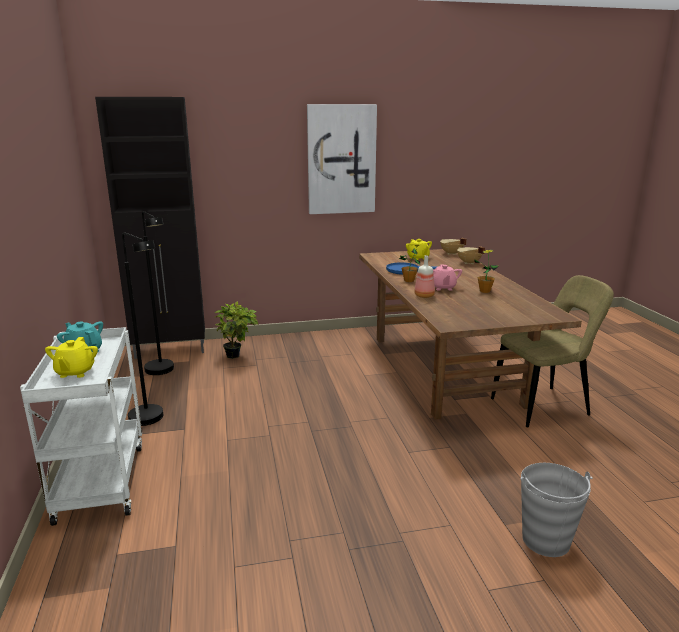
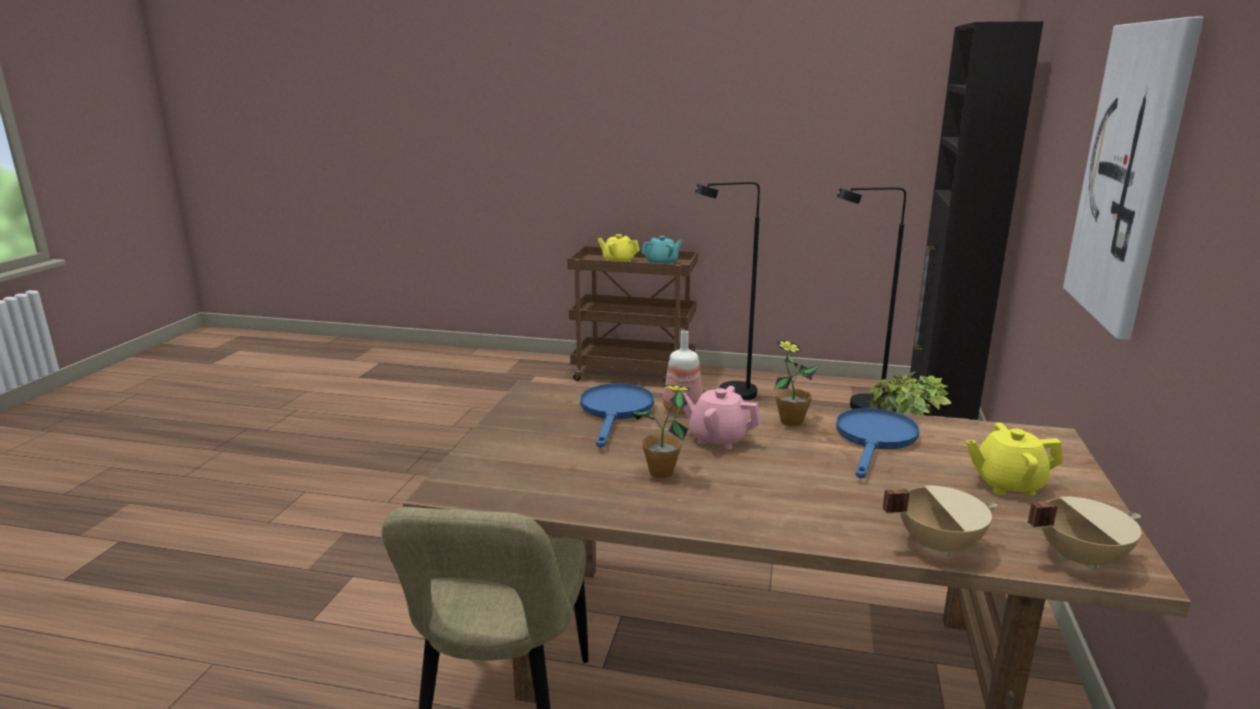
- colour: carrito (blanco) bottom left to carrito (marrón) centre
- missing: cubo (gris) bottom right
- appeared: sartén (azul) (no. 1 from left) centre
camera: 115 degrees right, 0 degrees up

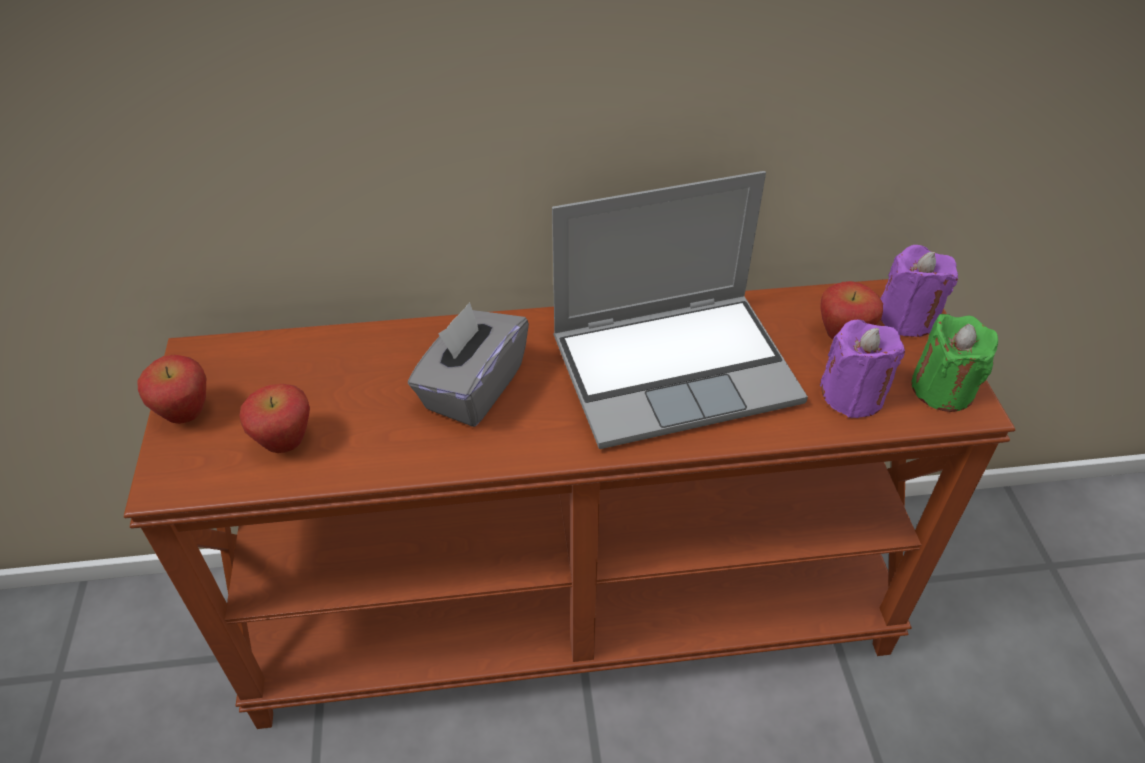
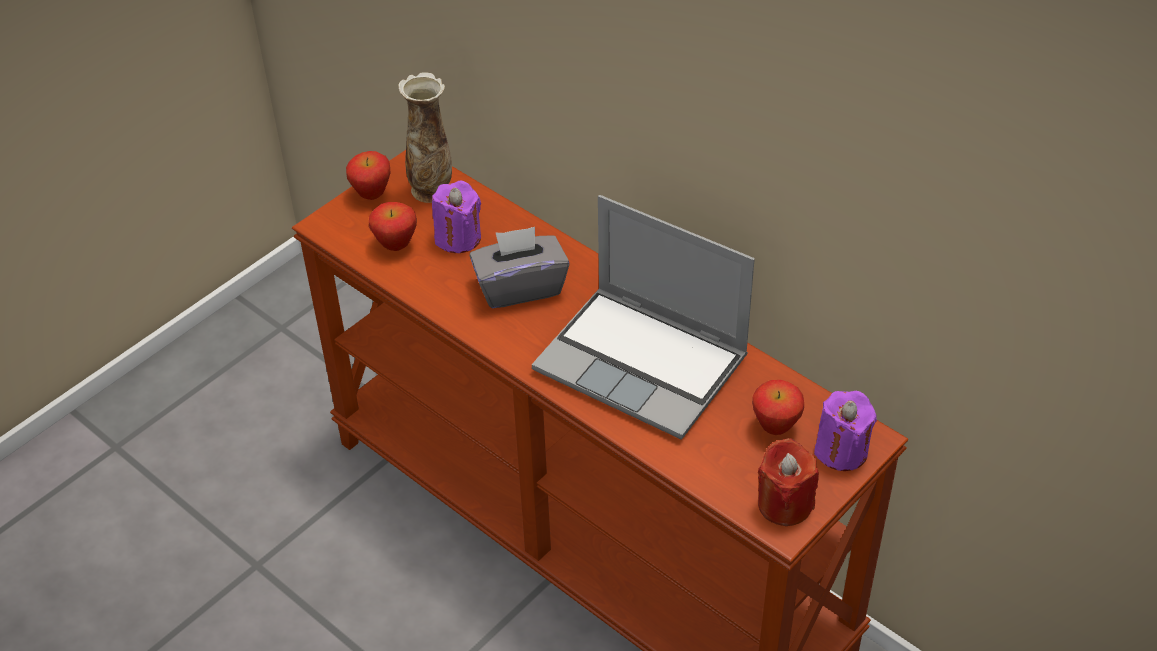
- relocated: vela (morado) (no. 1 from left) middle right to centre
- colour: vela (verde) middle right to vela (rojo) bottom right
- appeared: florero top centre
camera: 50 degrees right, 0 degrees up

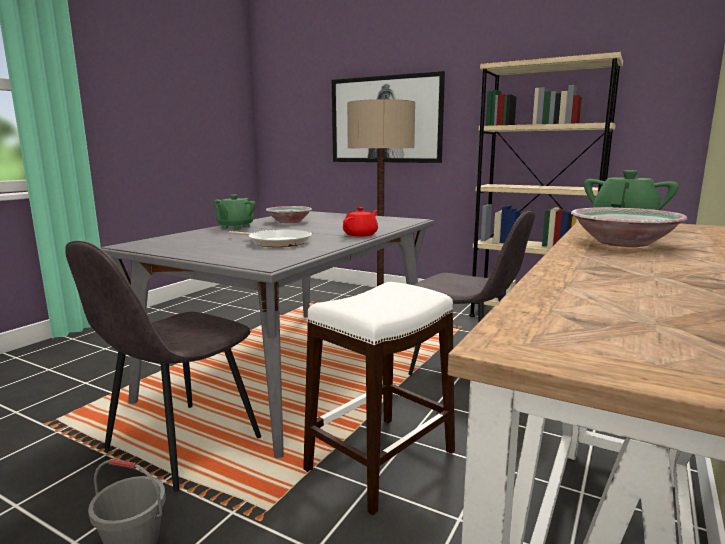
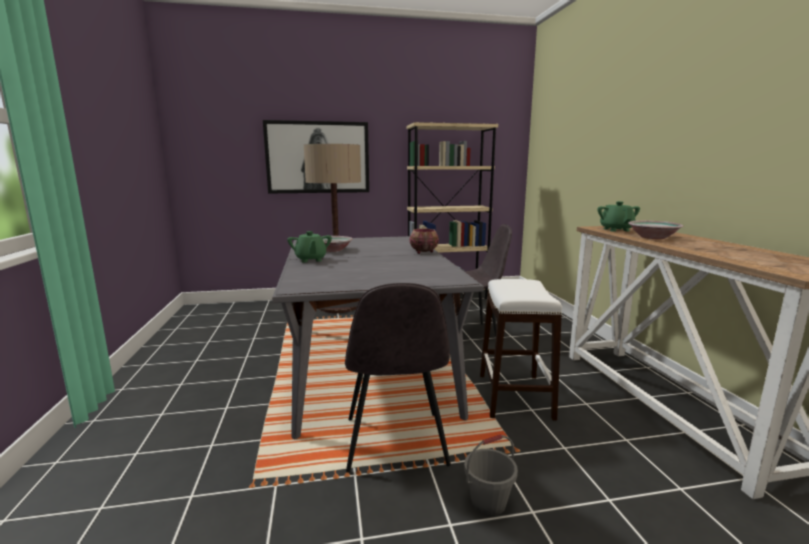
- missing: sartén centre
- exchanged: tetera (rojo) centre to cuenco (no. 2 from left) centre
camera: 40 degrees left, 0 degrees up

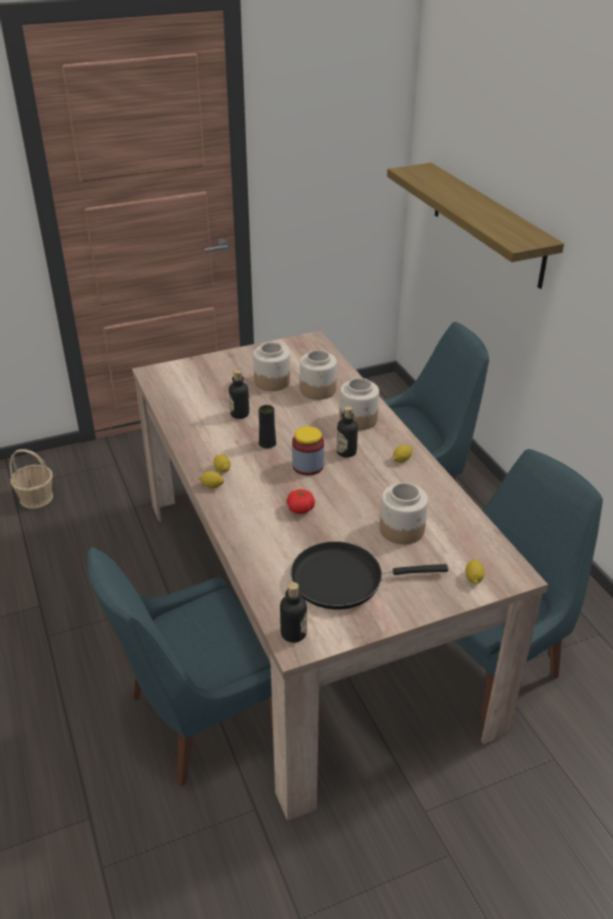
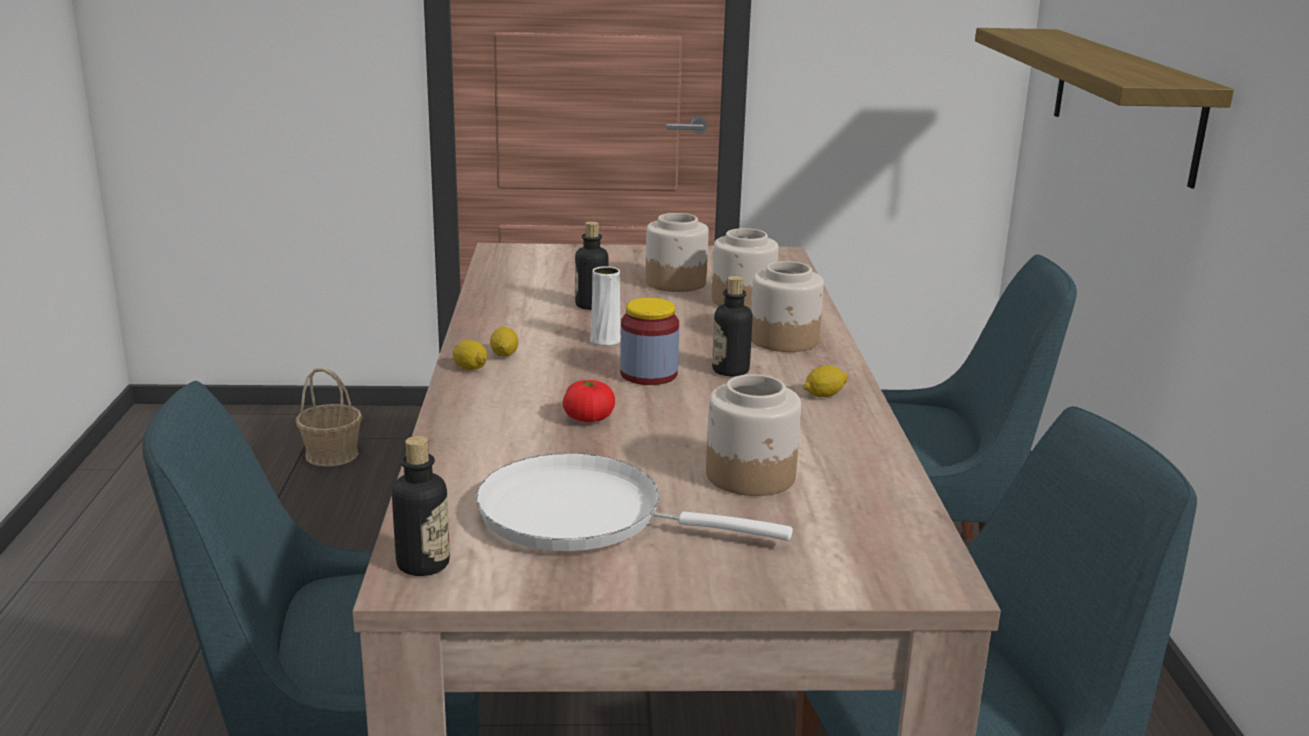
- colour: florero (negro) centre to florero (blanco) centre
- colour: sartén (negro) centre to sartén (blanco) bottom centre
- missing: limón (no. 4 from left) middle right
camera: 20 degrees right, 15 degrees down

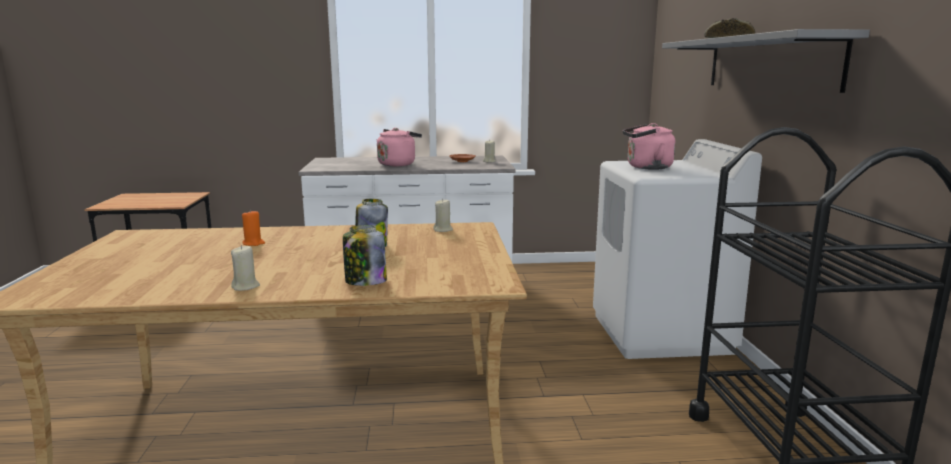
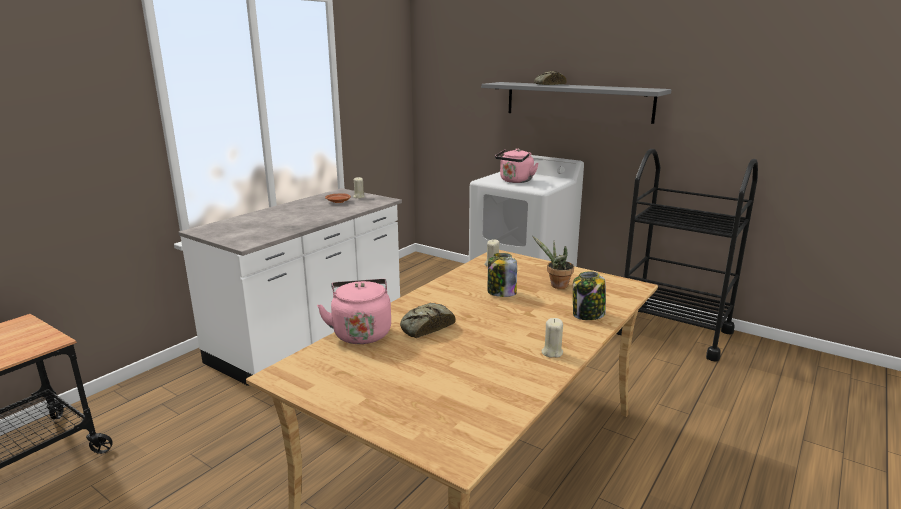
- exchanged: vela (naranja) middle left to pan (no. 1 from left) centre
- relocated: hervidor (rosa) (no. 1 from left) top centre to centre
- appeared: planta en maceta centre
camera: 50 degrees left, 5 degrees up

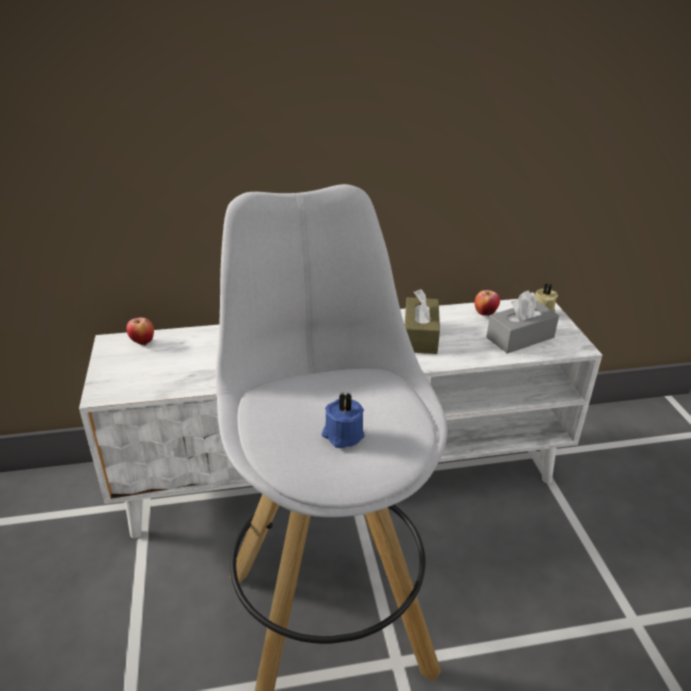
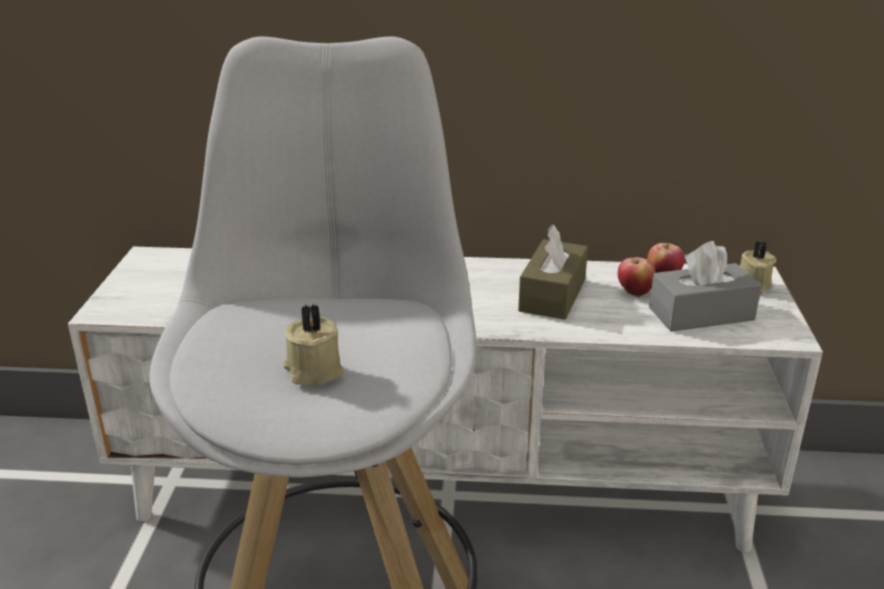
- relocated: manzana (no. 1 from left) middle left to middle right
- colour: vela (azul) centre to vela (beis) (no. 1 from left) centre
camera: 15 degrees right, 5 degrees down

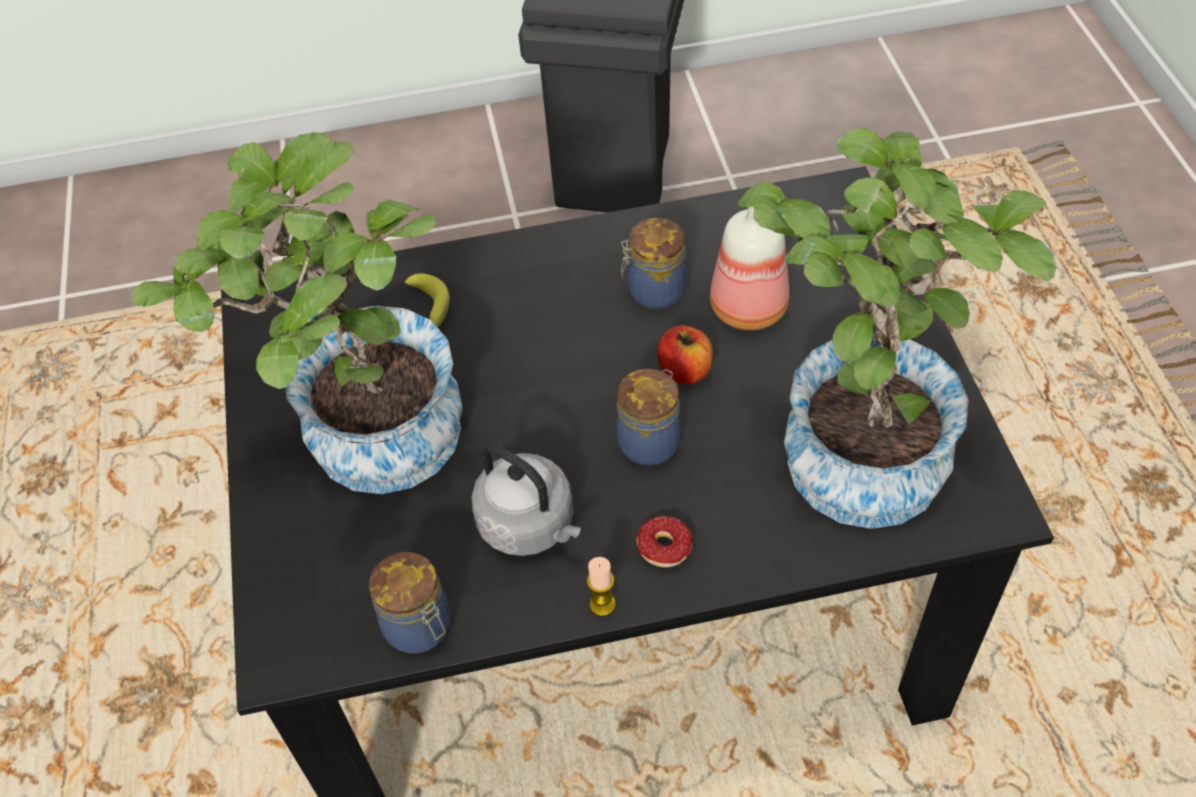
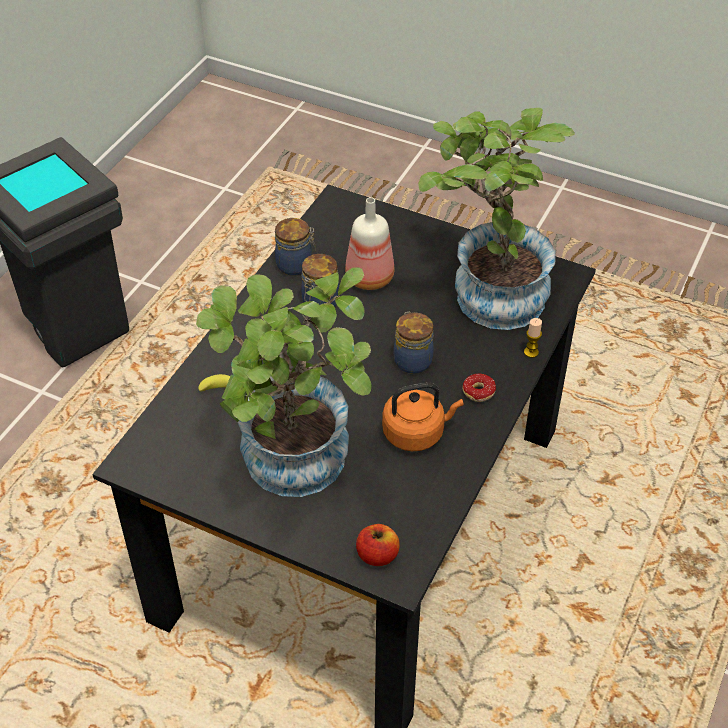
- relocated: tarro (no. 1 from left) bottom centre to centre
- colour: hervidor (gris) centre to hervidor (naranja) centre
- relocated: vela bottom centre to middle right
- relocated: manzana centre to bottom centre
camera: 55 degrees left, 5 degrees down

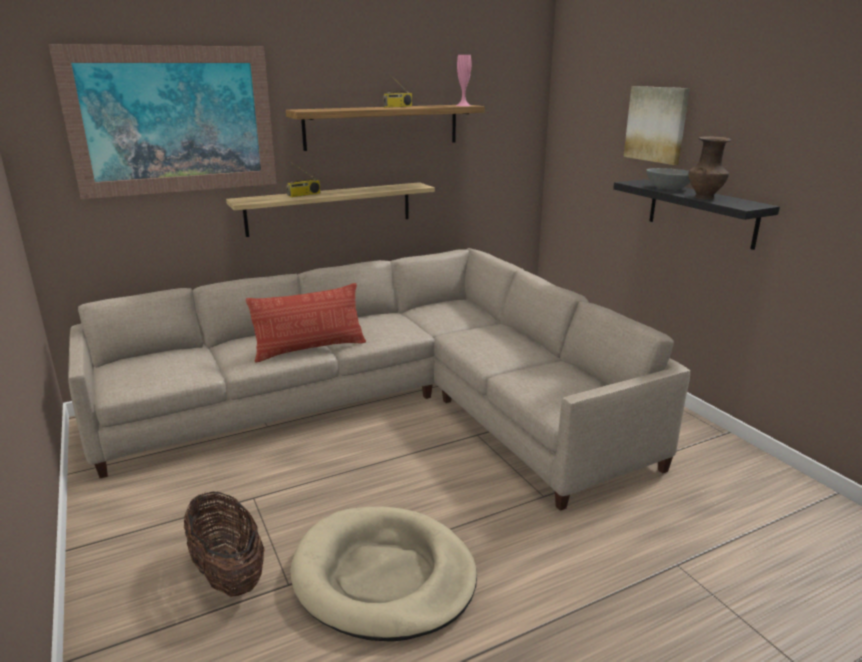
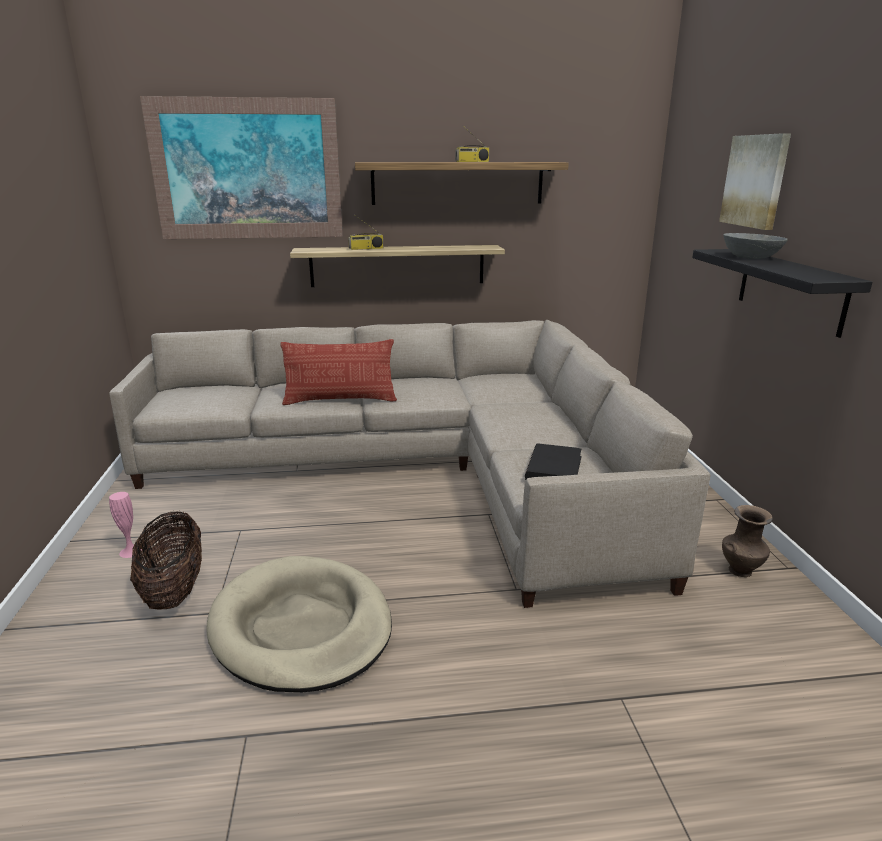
- relocated: florero (rosa) top centre to middle left
- relocated: florero (marrón) top right to middle right
- appeared: libro (negro) centre
camera: 20 degrees right, 0 degrees up

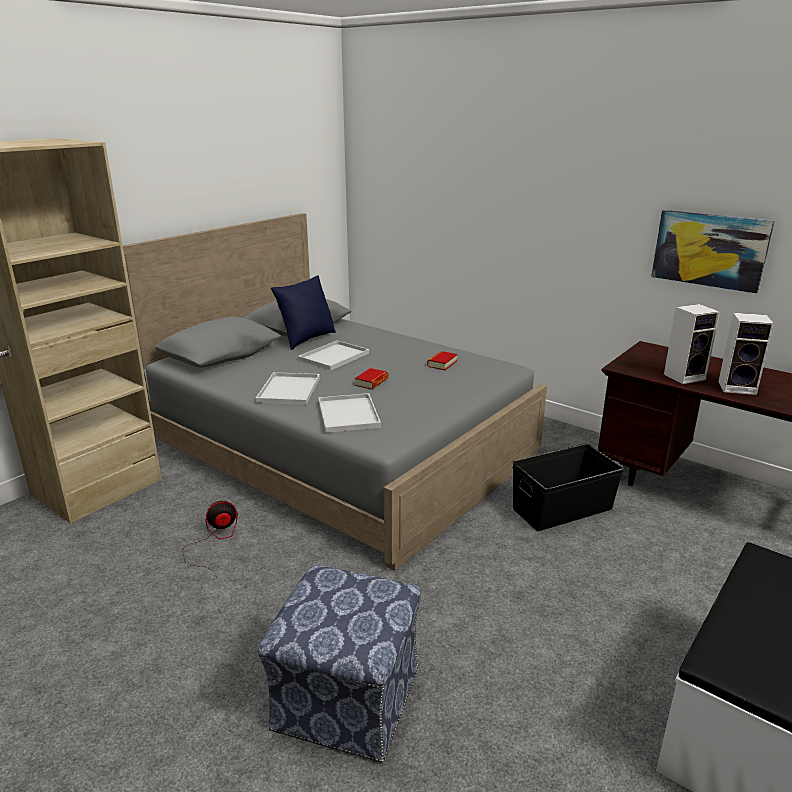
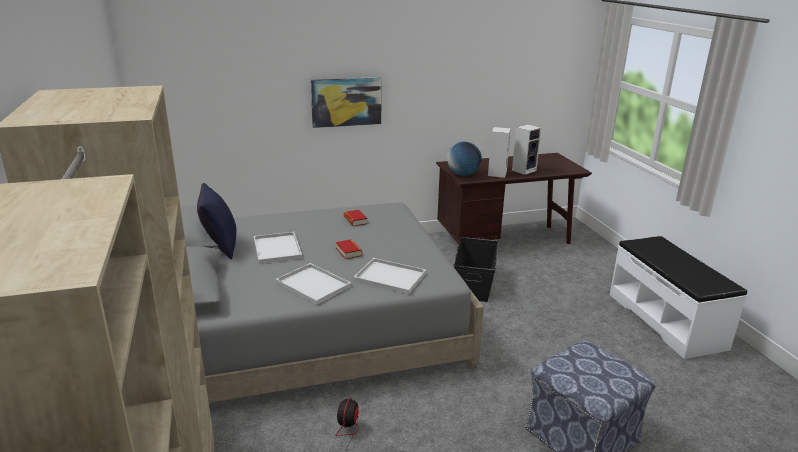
- relocated: cuadro top right to top centre
- appeared: globo terráqueo centre
camera: 55 degrees left, 0 degrees up

